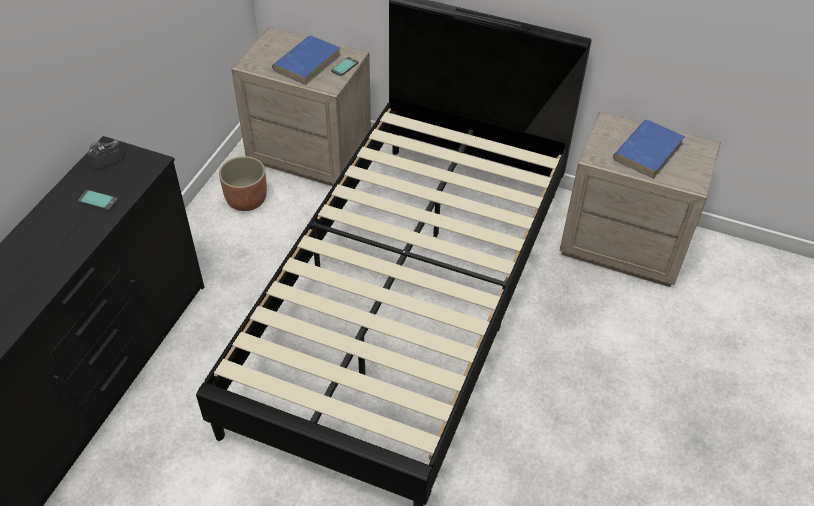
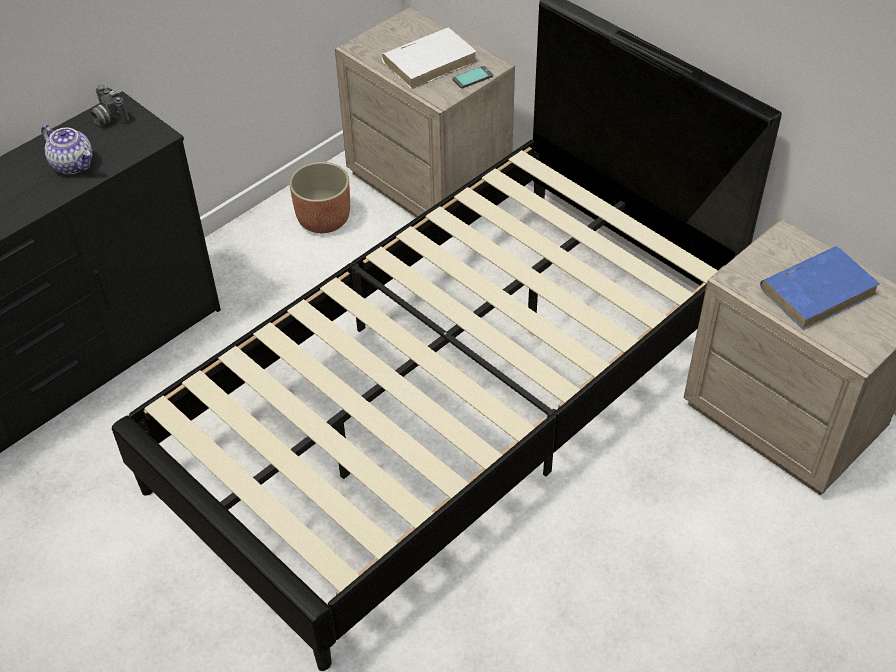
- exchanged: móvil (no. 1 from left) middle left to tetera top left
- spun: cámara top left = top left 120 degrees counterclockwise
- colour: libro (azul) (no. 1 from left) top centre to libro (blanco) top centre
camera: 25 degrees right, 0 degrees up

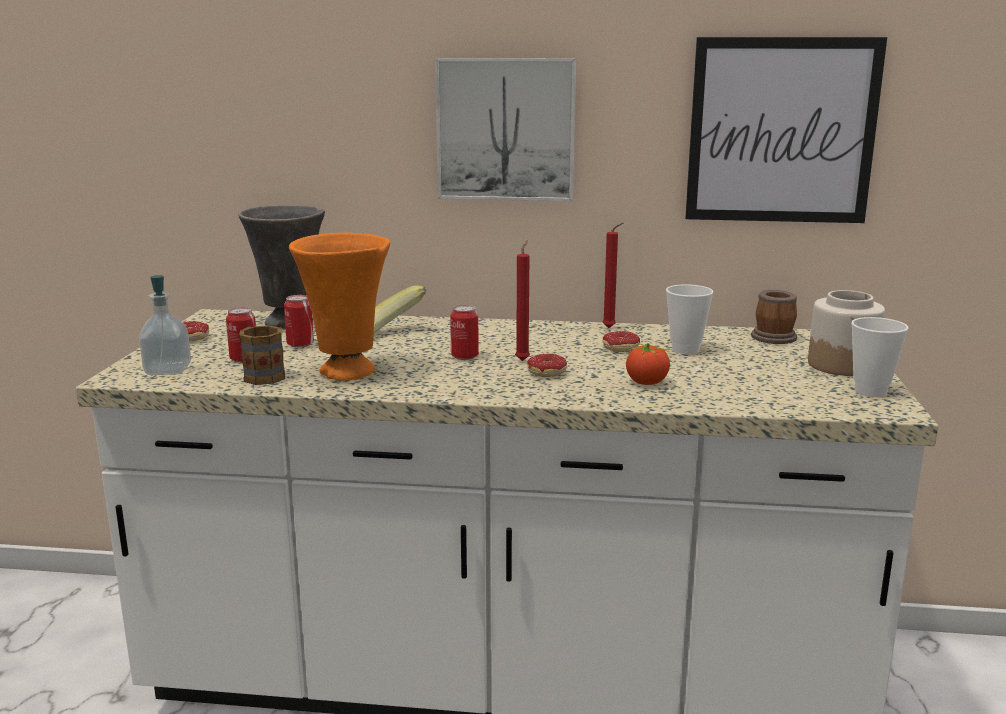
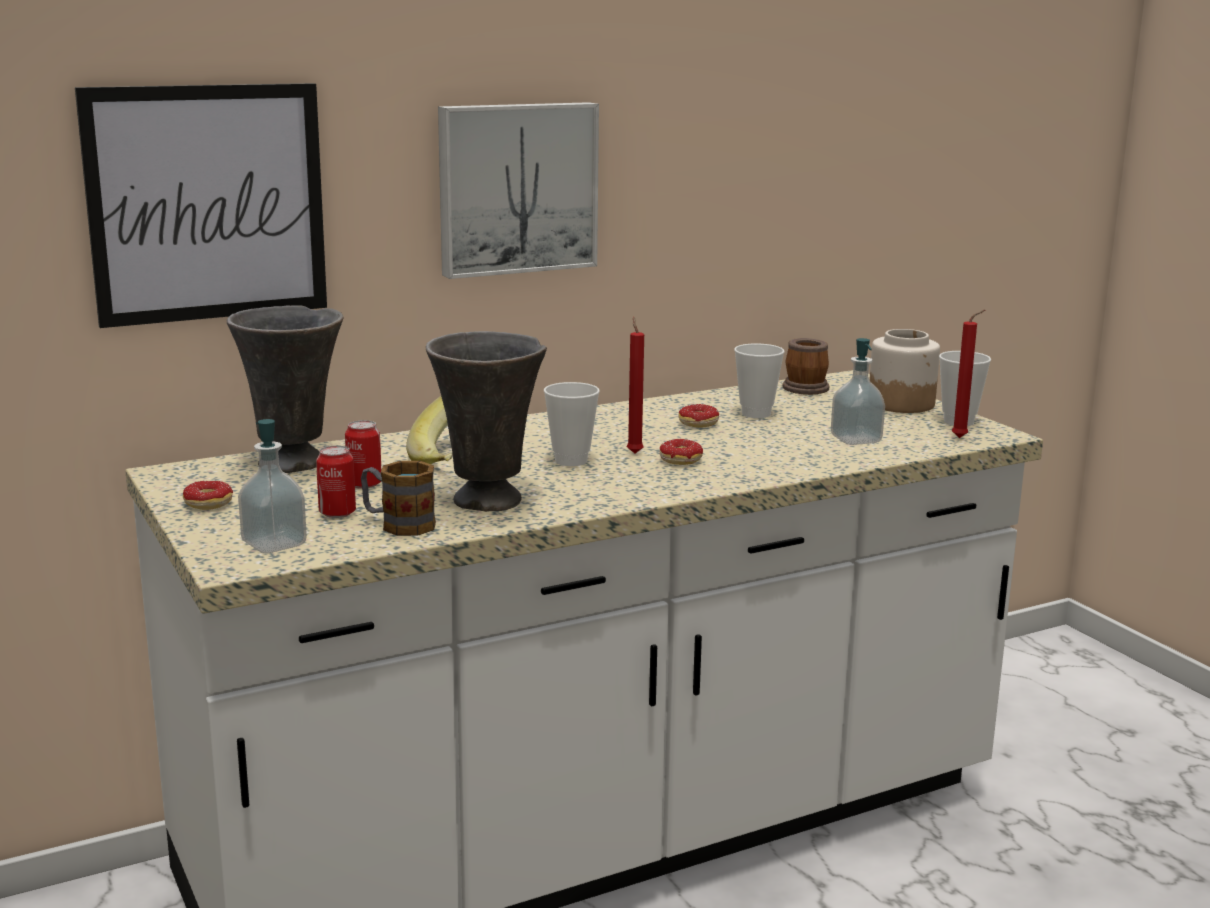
- colour: florero (naranja) centre to florero (gris) (no. 2 from left) centre
- exchanged: lata (no. 3 from left) centre to taza (no. 1 from left) centre
- relocated: vela (rojo) (no. 2 from left) centre to middle right
- missing: tomate centre
- relocated: cuadro (no. 2 from left in the first image) top right to cuadro (no. 1 from left) top left
- appeared: dispensador de jabón (no. 2 from left) middle right
camera: 35 degrees left, 0 degrees up

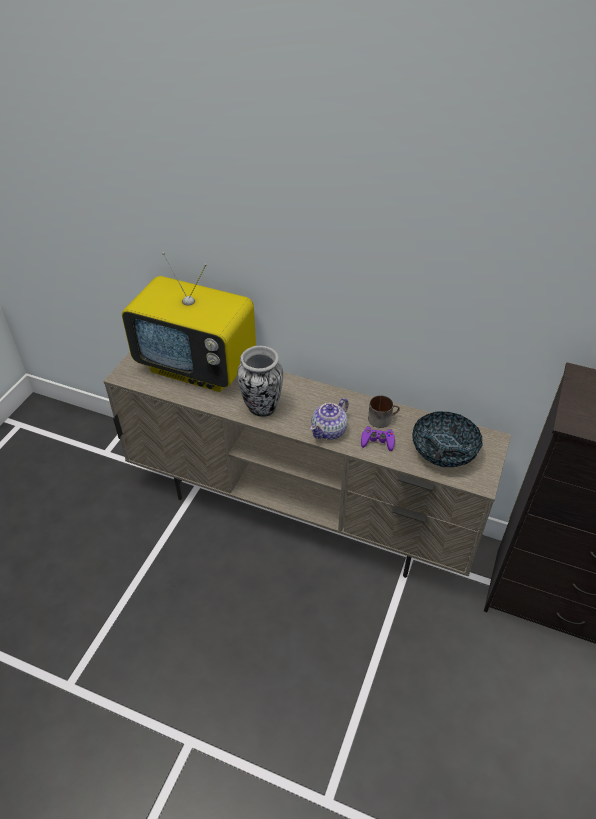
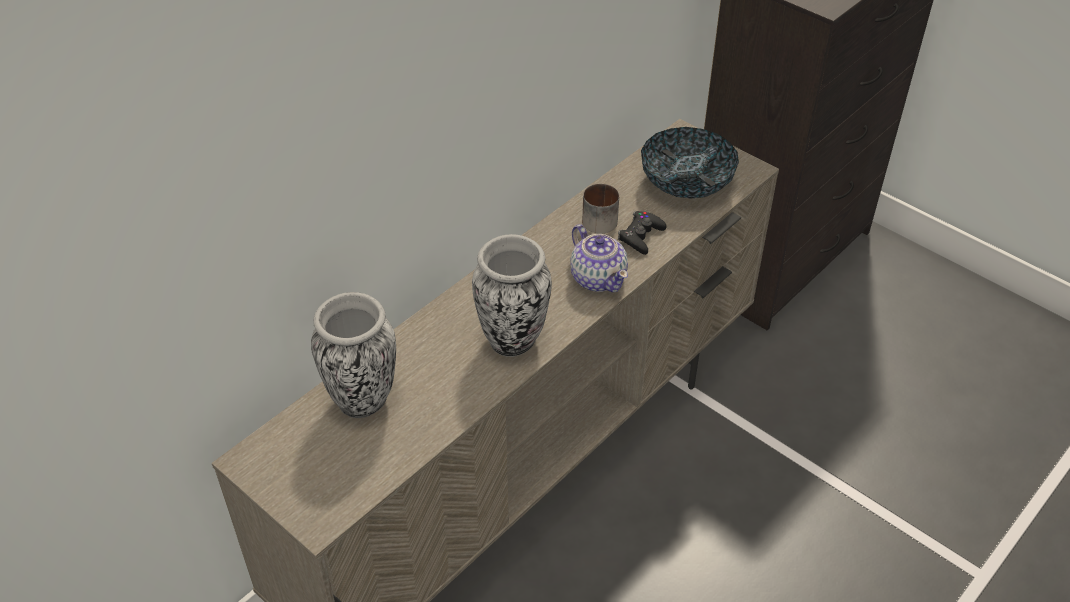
- exchanged: televisor middle left to florero (no. 1 from left) middle left
- colour: mando de consola (morado) centre to mando de consola (negro) centre
camera: 70 degrees left, 0 degrees up

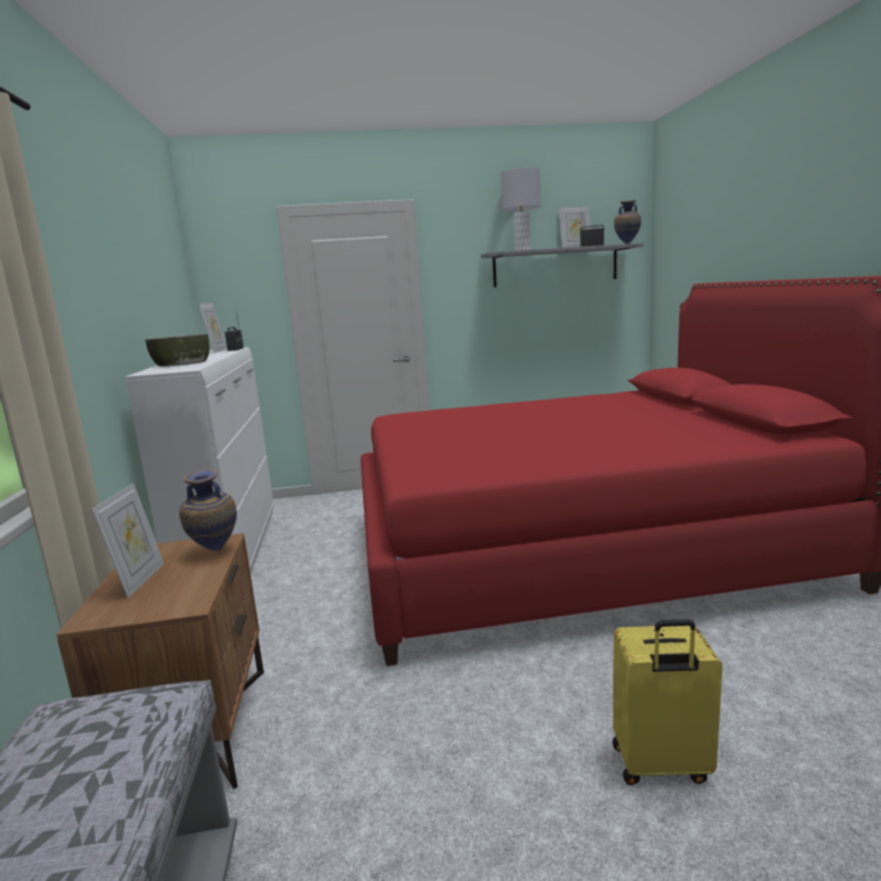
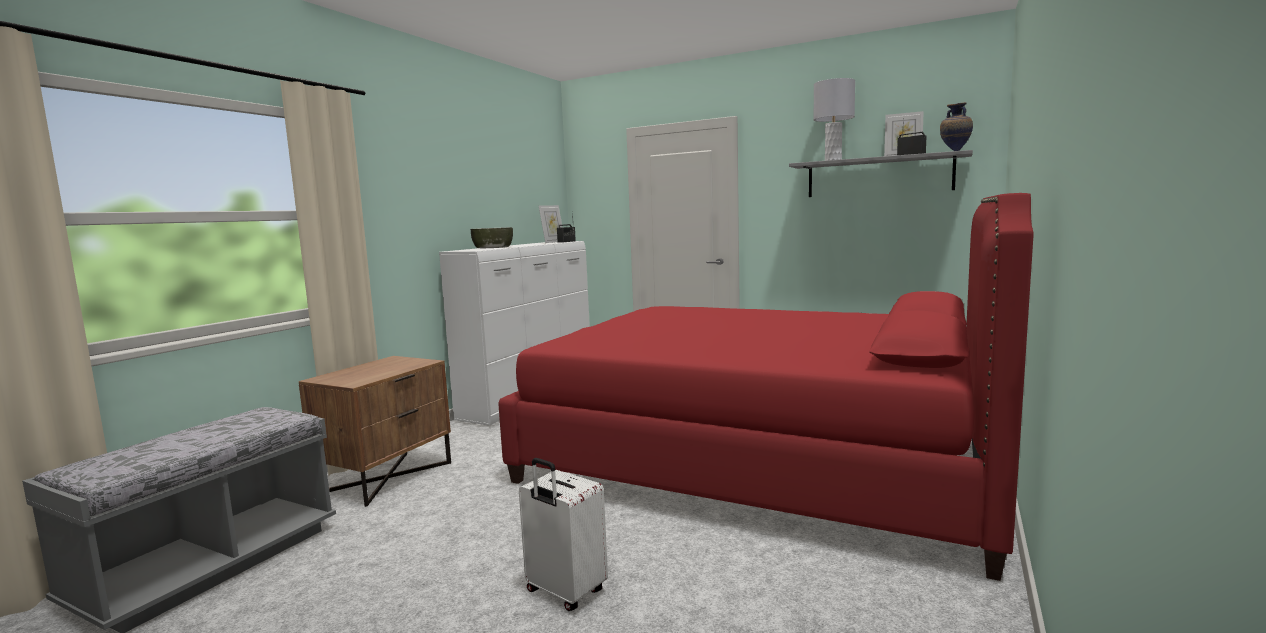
- missing: portarretratos (no. 1 from left) middle left
- missing: florero (no. 1 from left) middle left
- colour: maleta (amarillo) bottom right to maleta (blanco) bottom centre
camera: 35 degrees right, 5 degrees down

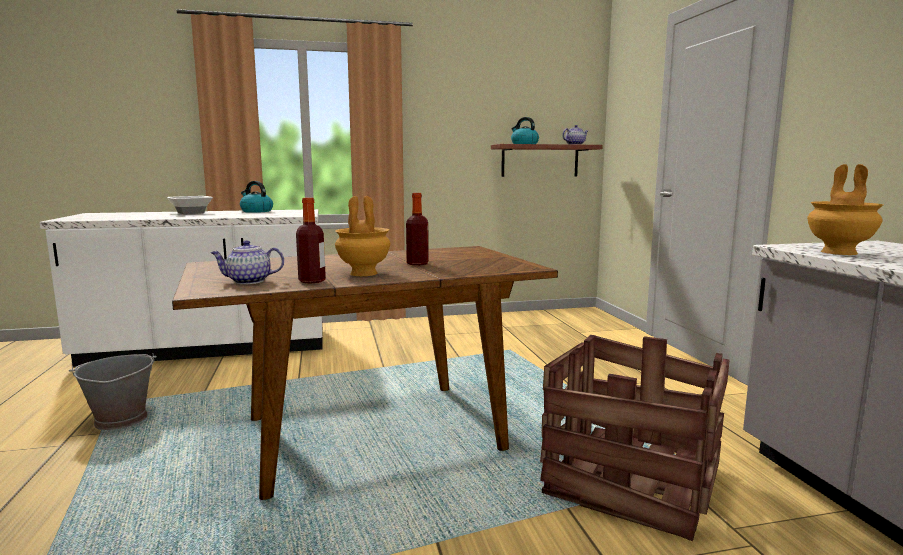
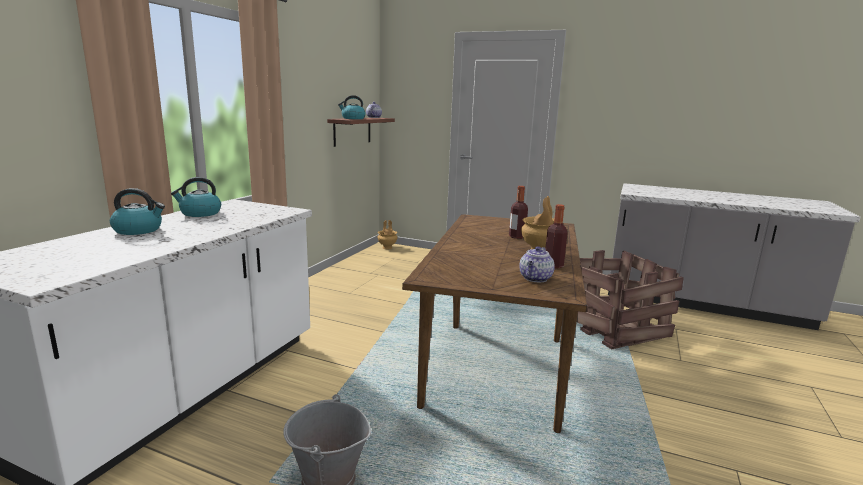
- exchanged: cuenco middle left to hervidor (no. 1 from left) middle left
- relocated: florero (marrón) (no. 2 from left in the first image) middle right to florero (marrón) (no. 1 from left) centre
camera: 55 degrees left, 5 degrees up

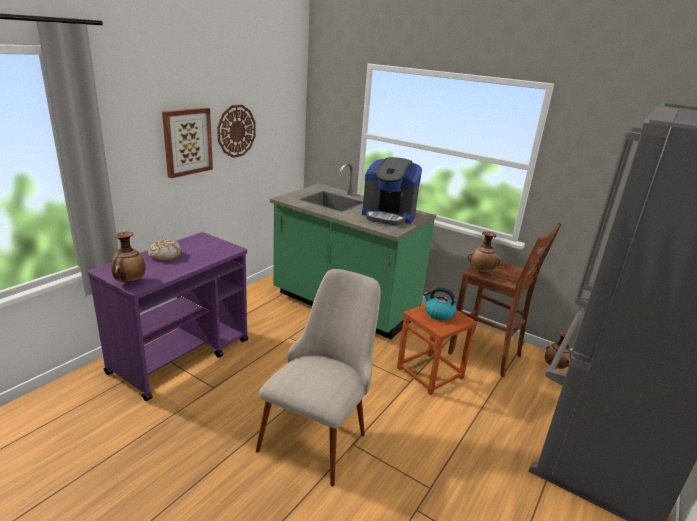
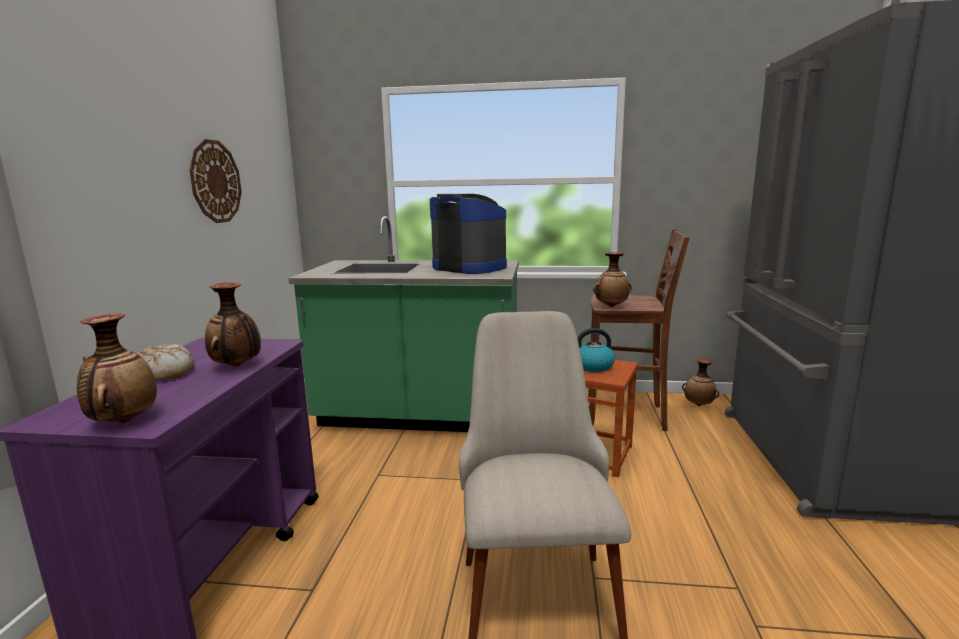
- missing: cuadro top left
- spun: cafetera centre = centre 135 degrees counterclockwise
- appeared: florero (no. 2 from left) middle left
camera: 25 degrees left, 10 degrees down

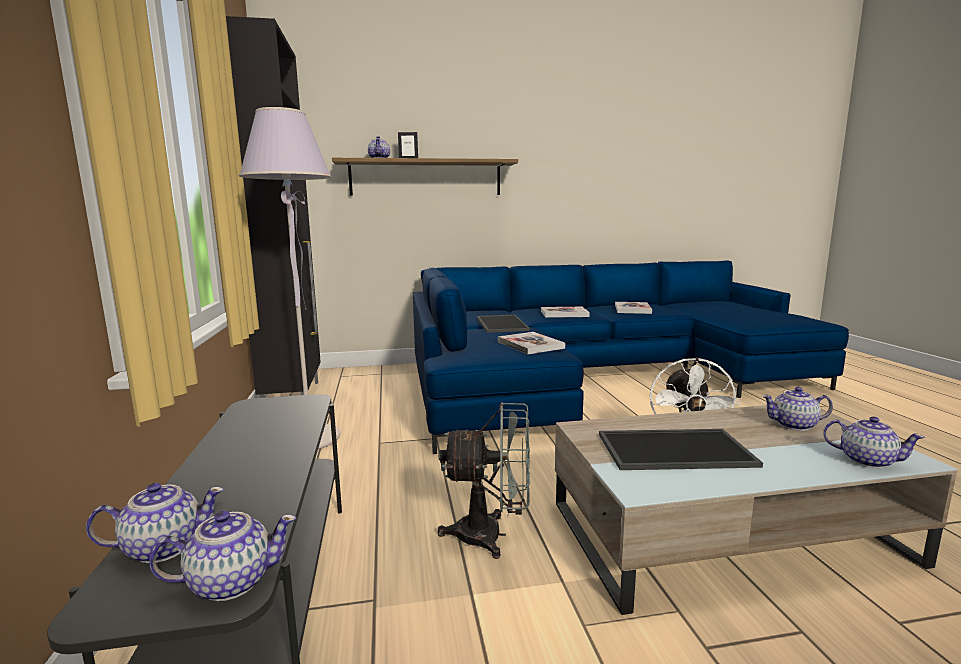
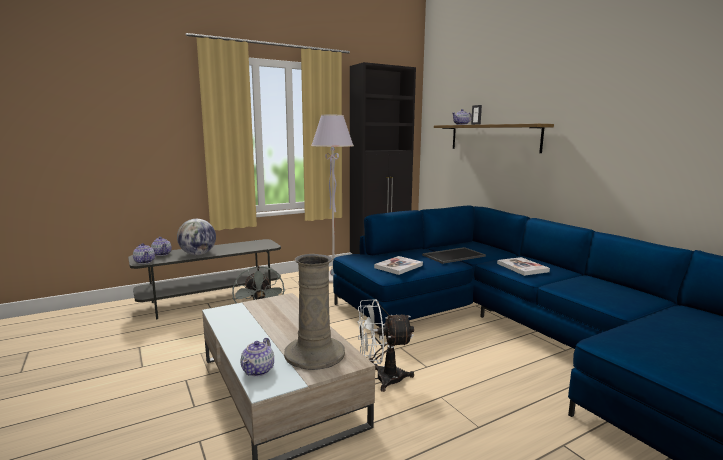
- missing: bandeja (no. 2 from left) bottom right
- missing: libro (no. 3 from left) centre
- exchanged: tetera (no. 4 from left) middle right to florero (beis) bottom centre
- appeared: globo terráqueo middle left
camera: 70 degrees right, 0 degrees up

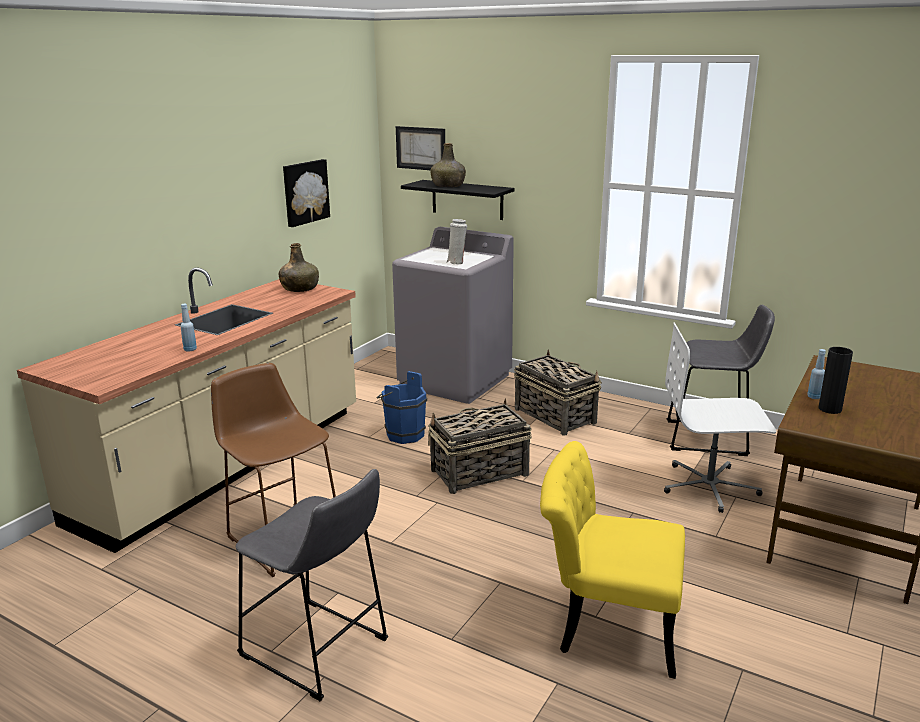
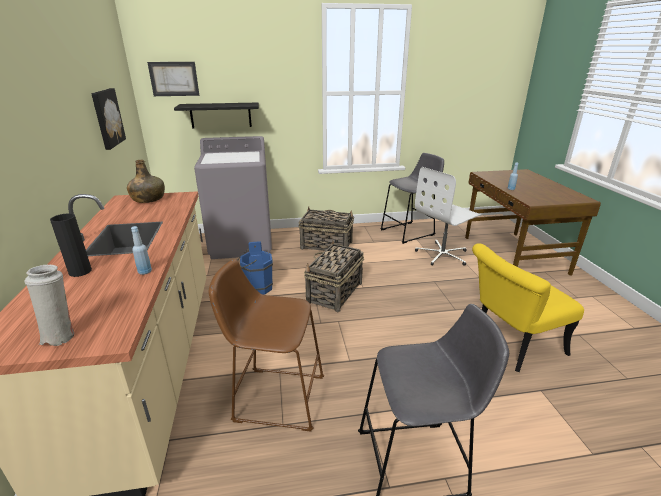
- missing: botella (verde) (no. 2 from left) top centre
- relocated: florero (blanco) centre to middle left
- relocated: florero (negro) middle right to middle left
camera: 40 degrees left, 5 degrees up

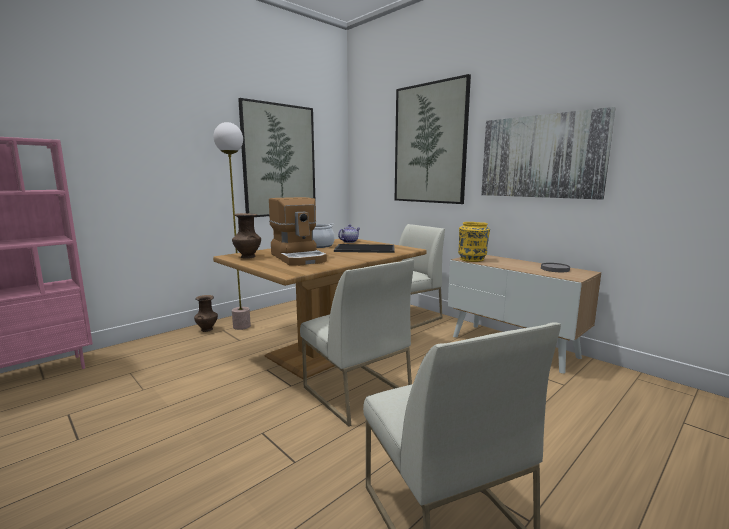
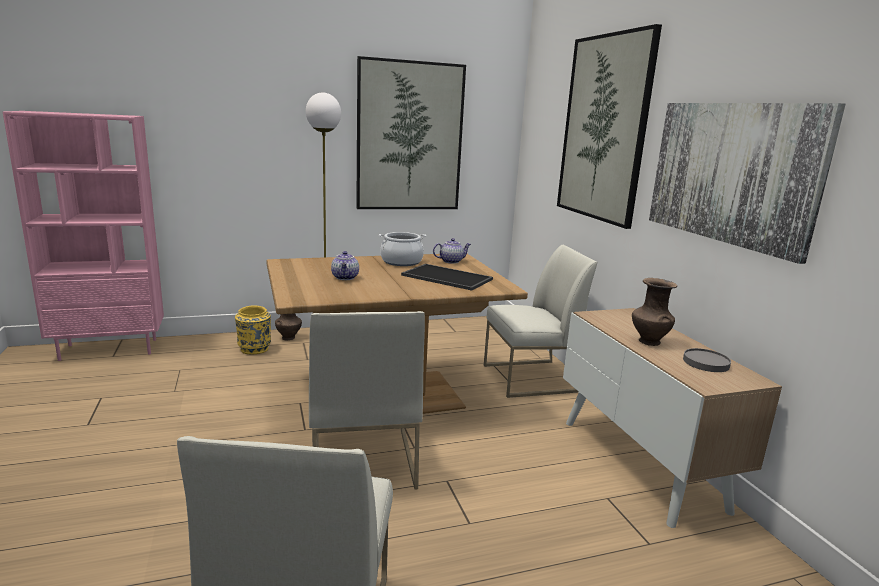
- relocated: florero (marrón) (no. 2 from left) centre to middle right
- exchanged: cafetera centre to tetera (no. 1 from left) centre
- relocated: florero (amarillo) centre to middle left
camera: 25 degrees right, 5 degrees up

